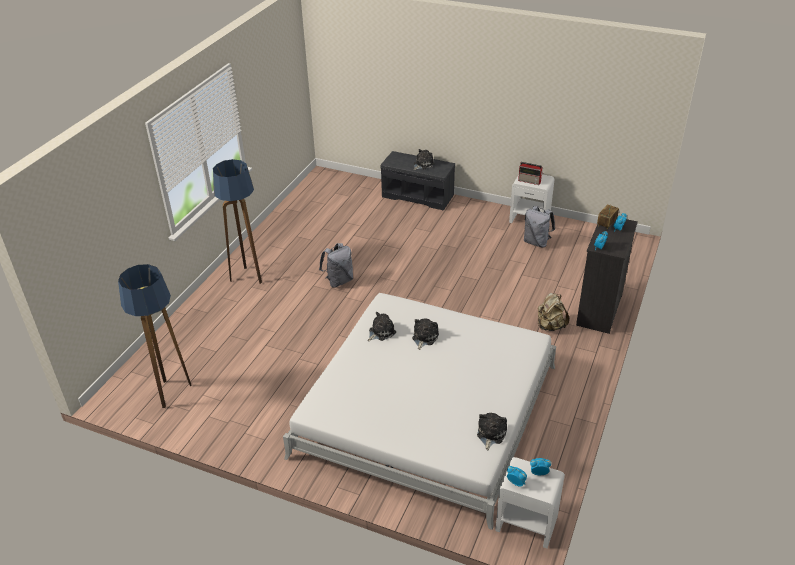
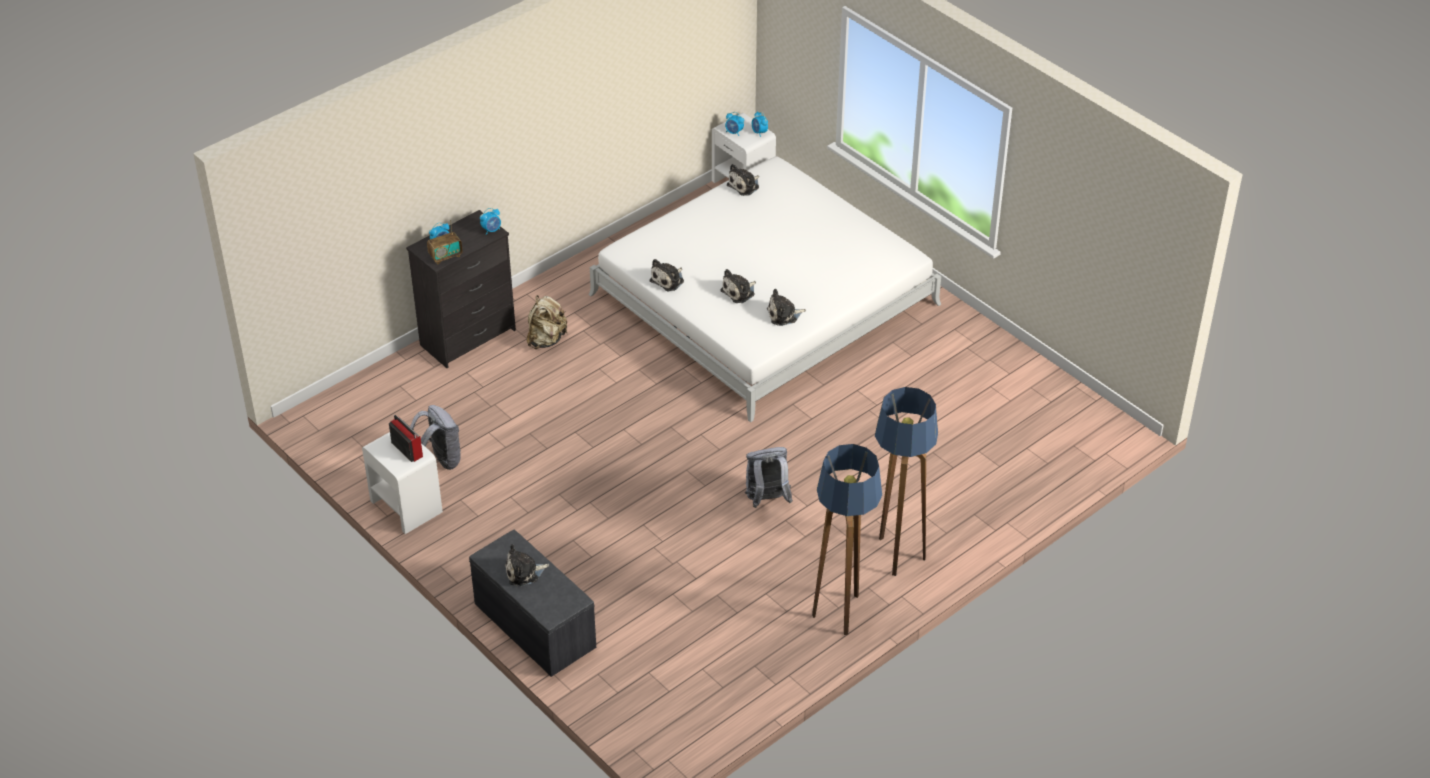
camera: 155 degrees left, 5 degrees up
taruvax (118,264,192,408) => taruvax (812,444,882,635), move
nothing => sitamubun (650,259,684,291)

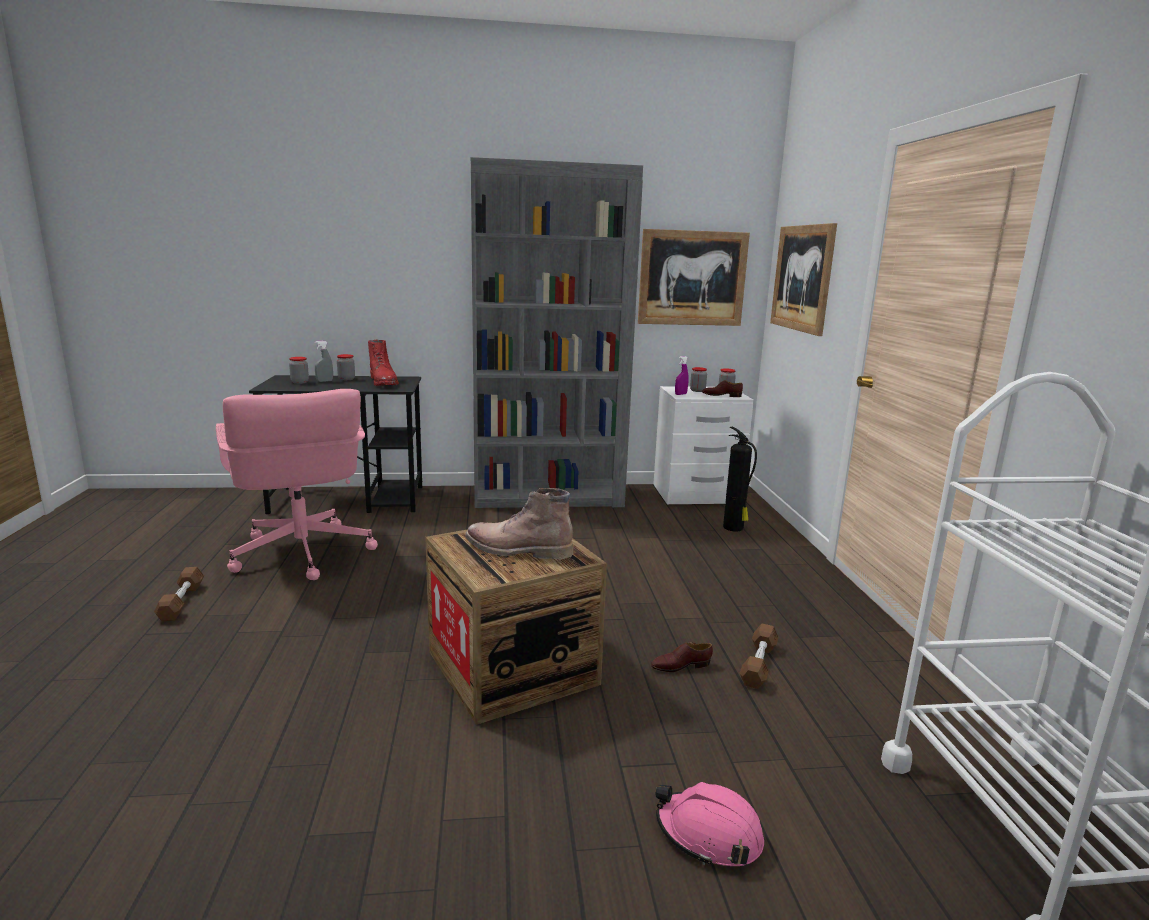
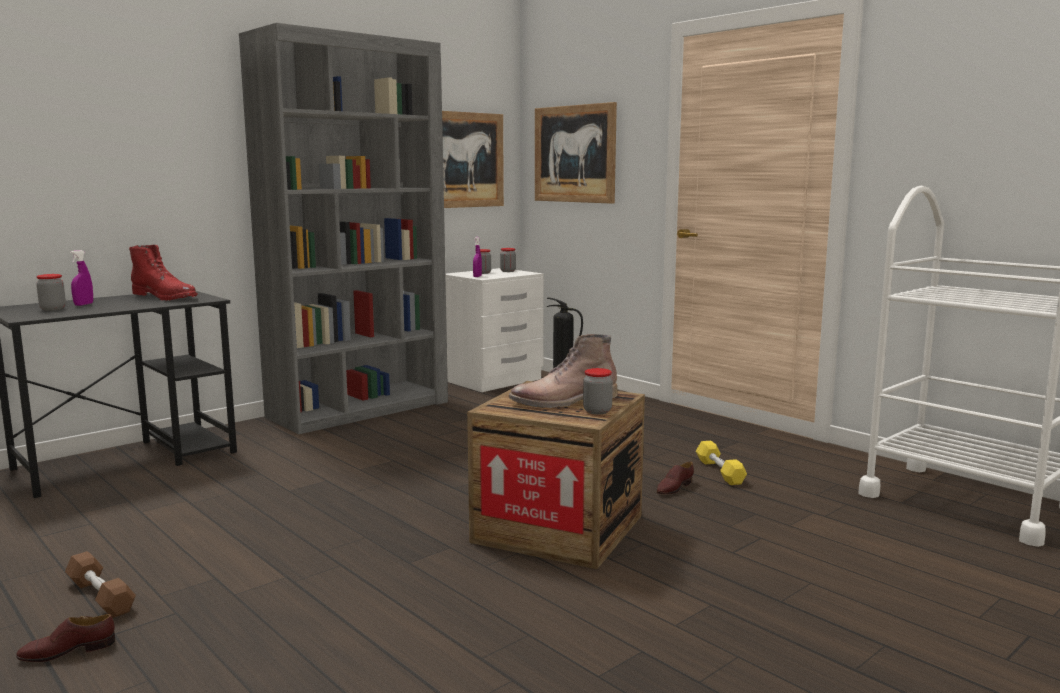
camera: 35 degrees left, 5 degrees down
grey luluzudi (315,341,333,382) => purple luluzudi (70,250,93,306)
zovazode (337,354,355,380) => zovazode (583,368,613,414), move
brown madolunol (702,380,743,397) => brown madolunol (16,614,115,662), move
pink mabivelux (216,389,378,580) => nothing
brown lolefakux (740,623,779,689) => yellow lolefakux (696,441,747,485)
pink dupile (655,782,764,866) => nothing

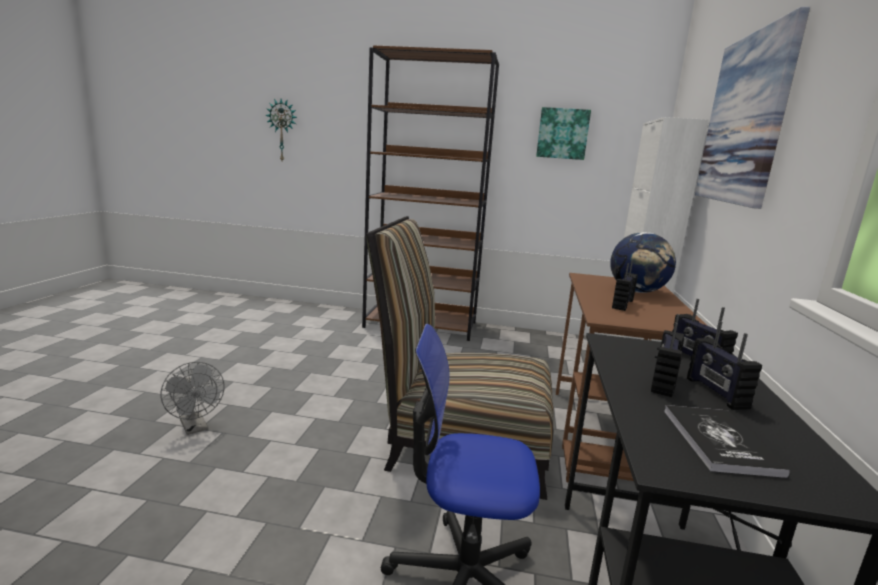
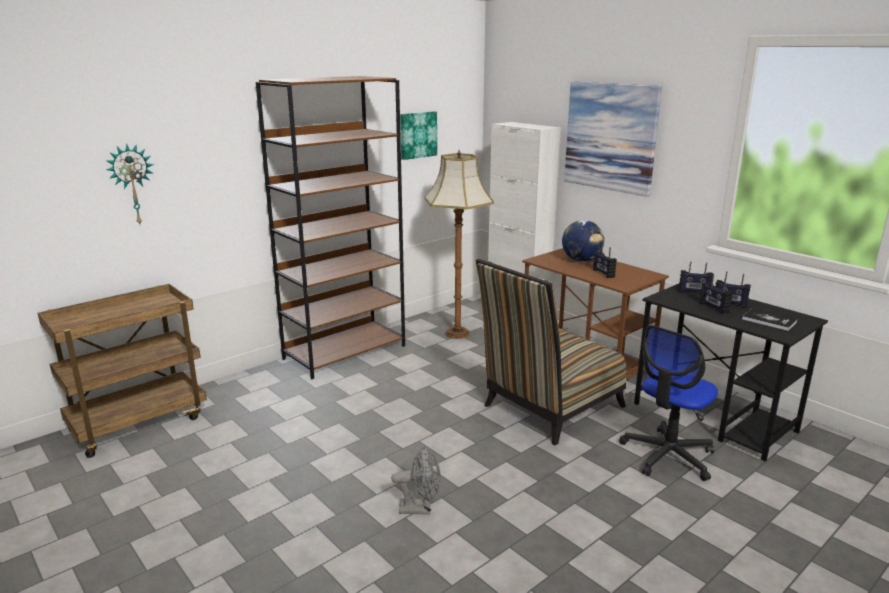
camera: 50 degrees left, 5 degrees up
nothing => taruvax (424,150,494,339)
nothing => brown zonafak (38,284,207,458)

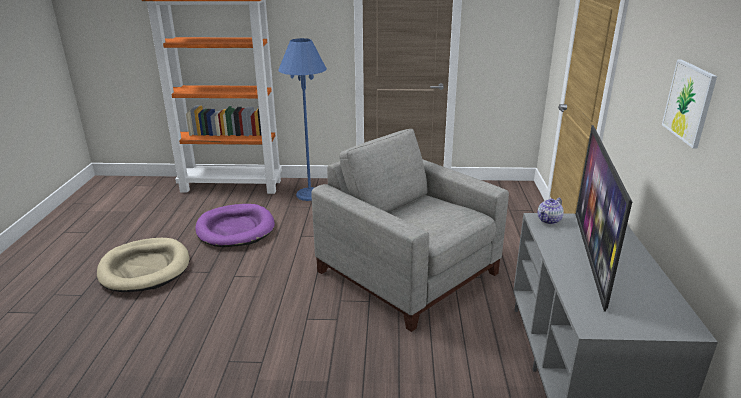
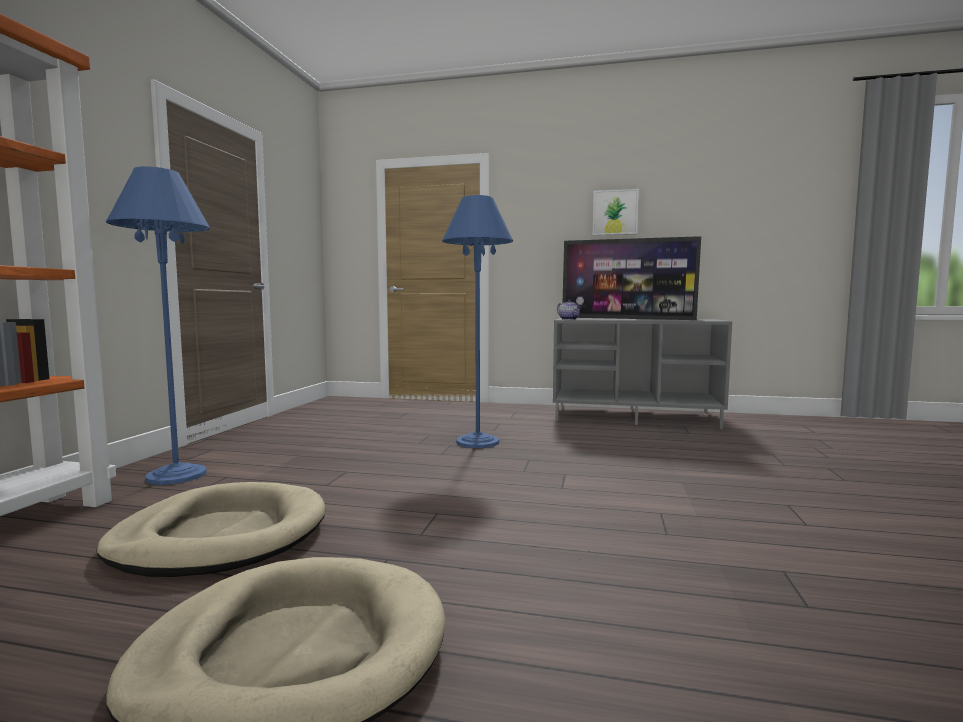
camera: 80 degrees left, 20 degrees down
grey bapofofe (311,129,509,332) => blue taruvax (442,195,513,448)
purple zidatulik (195,204,275,247) => beige zidatulik (96,482,325,577)

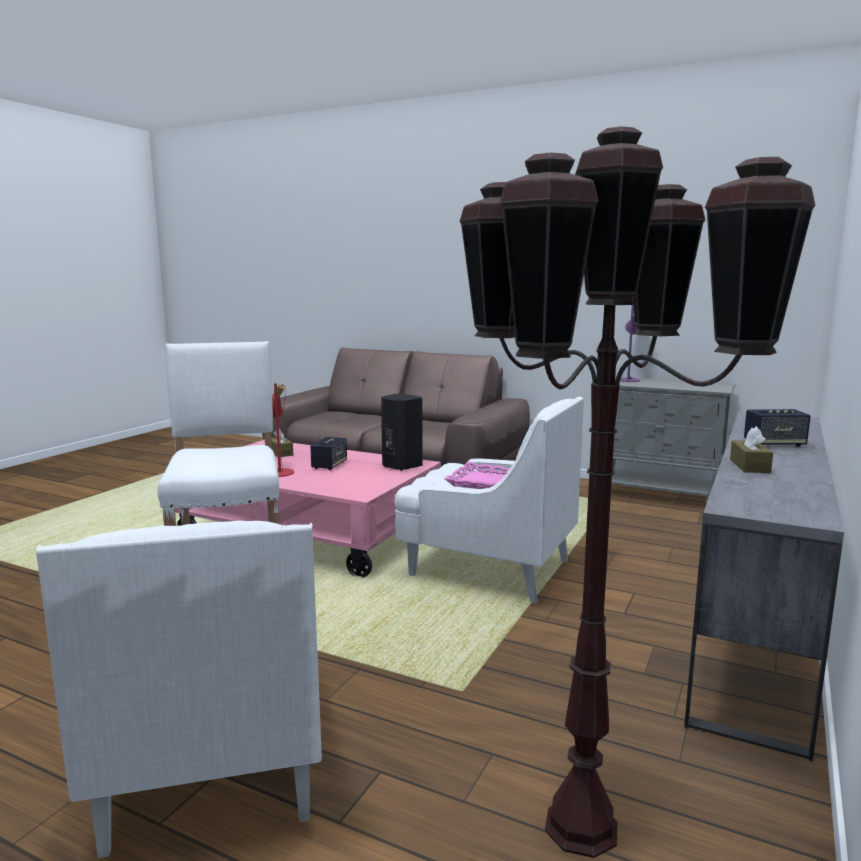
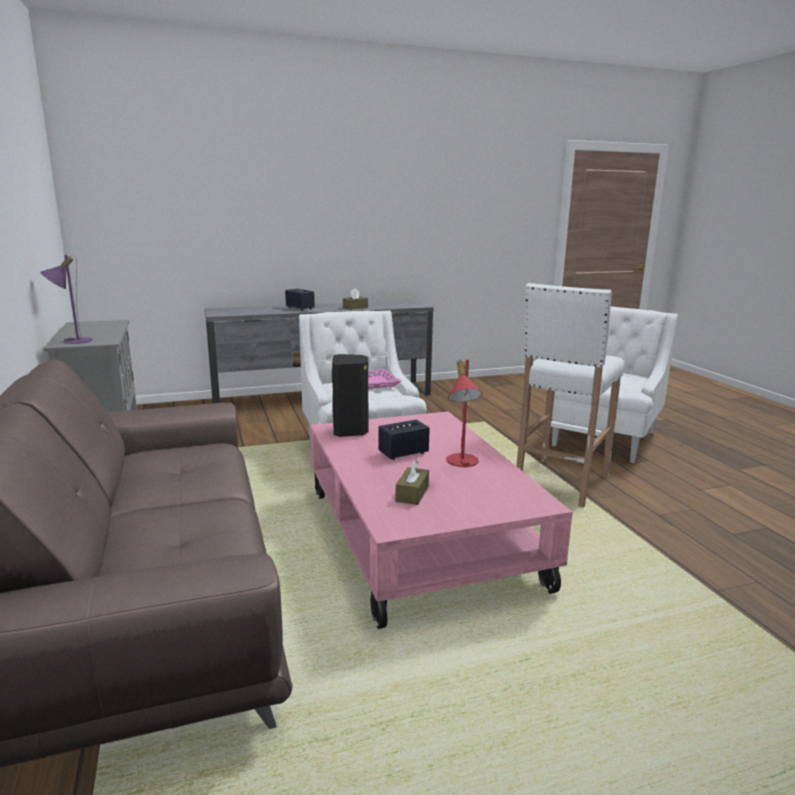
camera: 135 degrees left, 5 degrees up
brown taruvax (460,126,815,858) => nothing

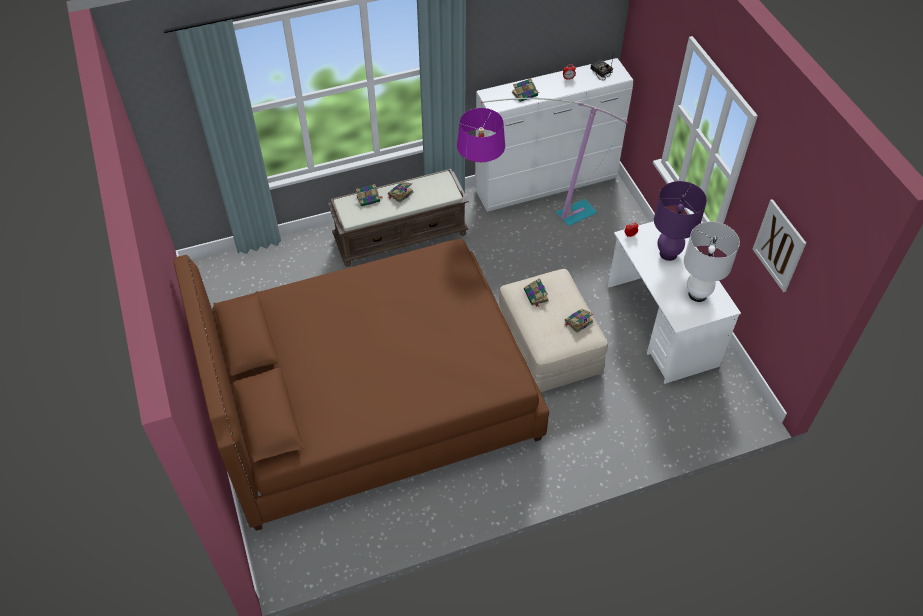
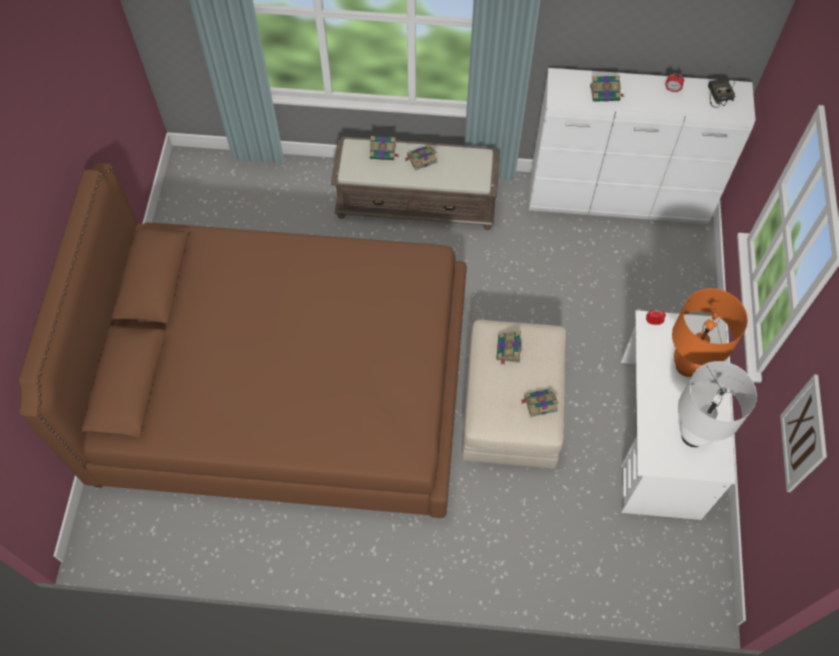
camera: 25 degrees right, 10 degrees up
taruvax (457,98,628,226) => nothing
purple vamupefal (654,181,707,261) => orange vamupefal (672,288,748,377)

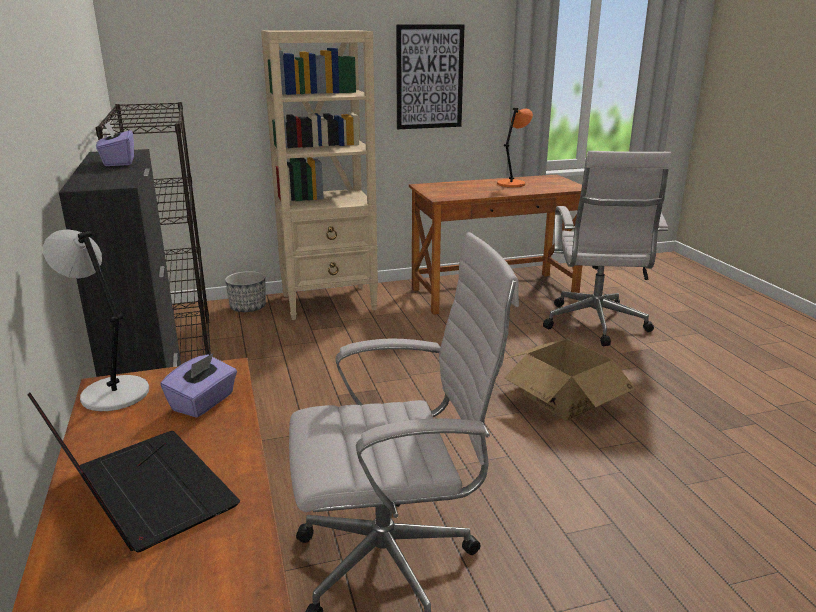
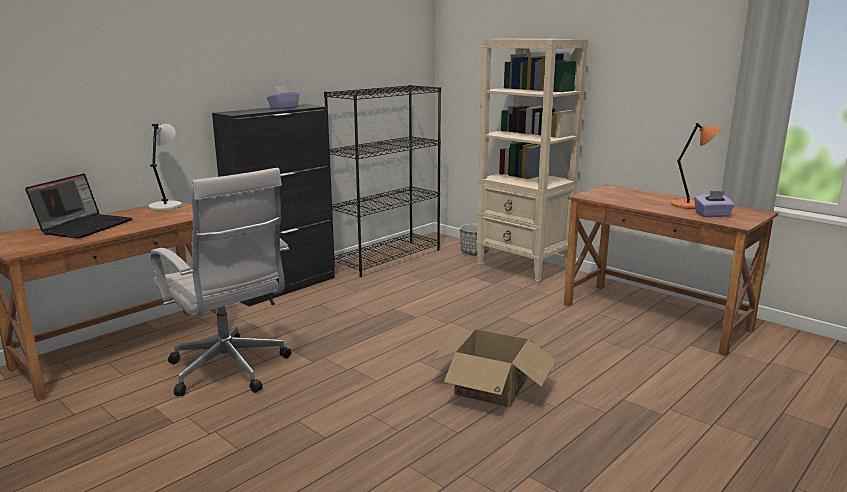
camera: 60 degrees right, 5 degrees down
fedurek (396,24,465,129) => nothing
white mabivelux (543,151,671,346) => nothing
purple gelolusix (160,353,237,418) => purple gelolusix (694,191,735,217), move

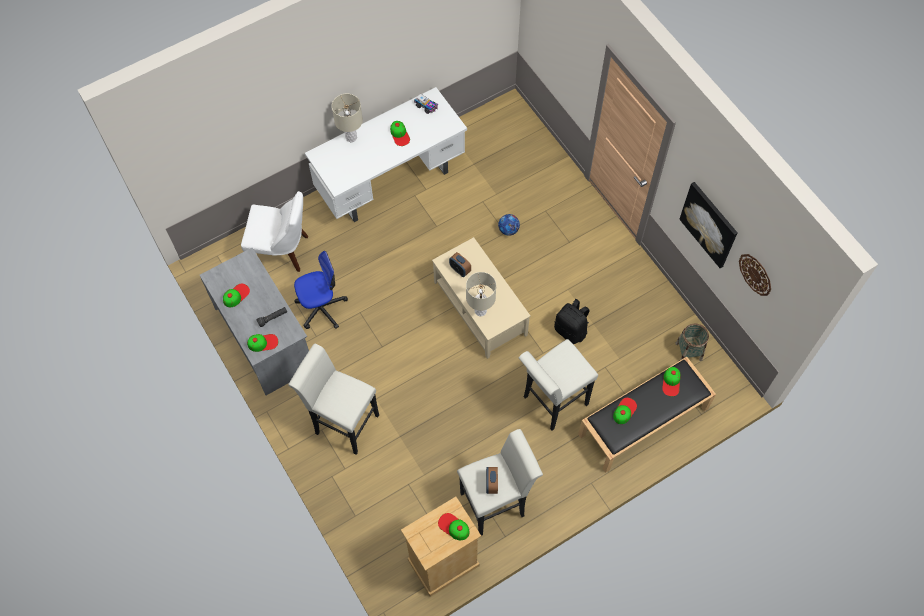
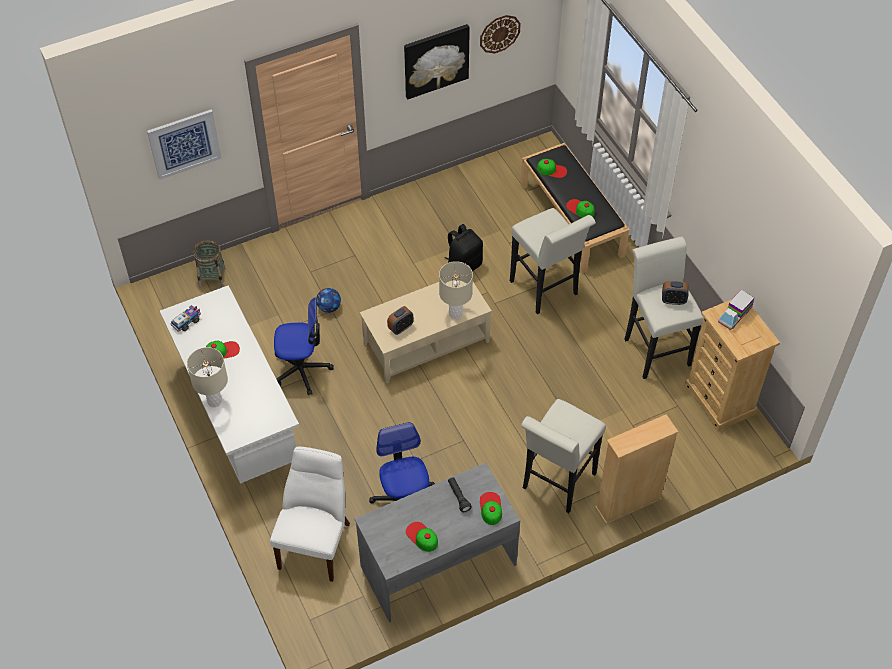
camera: 85 degrees left, 10 degrees down
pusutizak (675,324,709,361) => pusutizak (193,240,226,288), move
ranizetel (438,513,469,540) => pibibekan (718,290,754,330)
nothing => fedurek (147,109,222,180)
nothing => mabivelux (274,298,334,395)
nothing => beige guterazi (595,414,679,524)

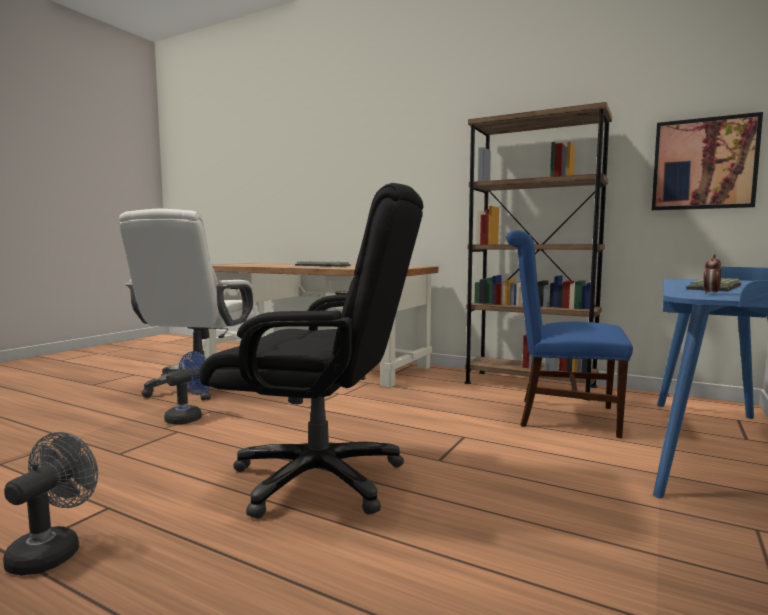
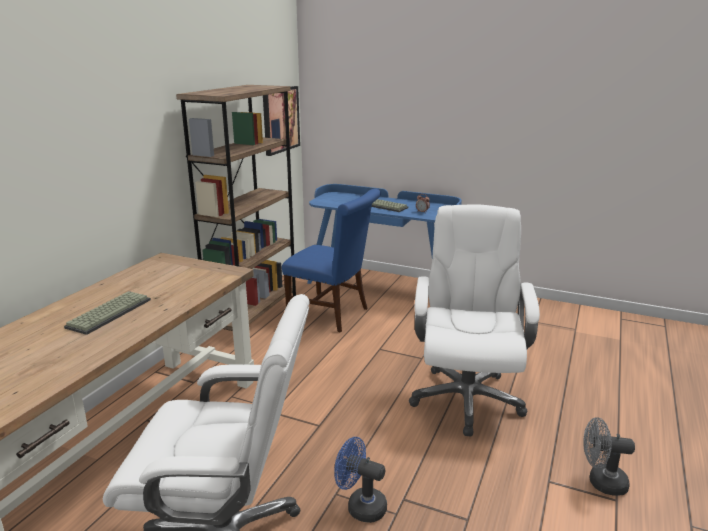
camera: 95 degrees left, 15 degrees up
black mabivelux (199,183,423,519) => white mabivelux (409,204,540,437)
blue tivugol (506,230,633,438) => blue tivugol (282,189,381,332), 75 degrees counterclockwise

